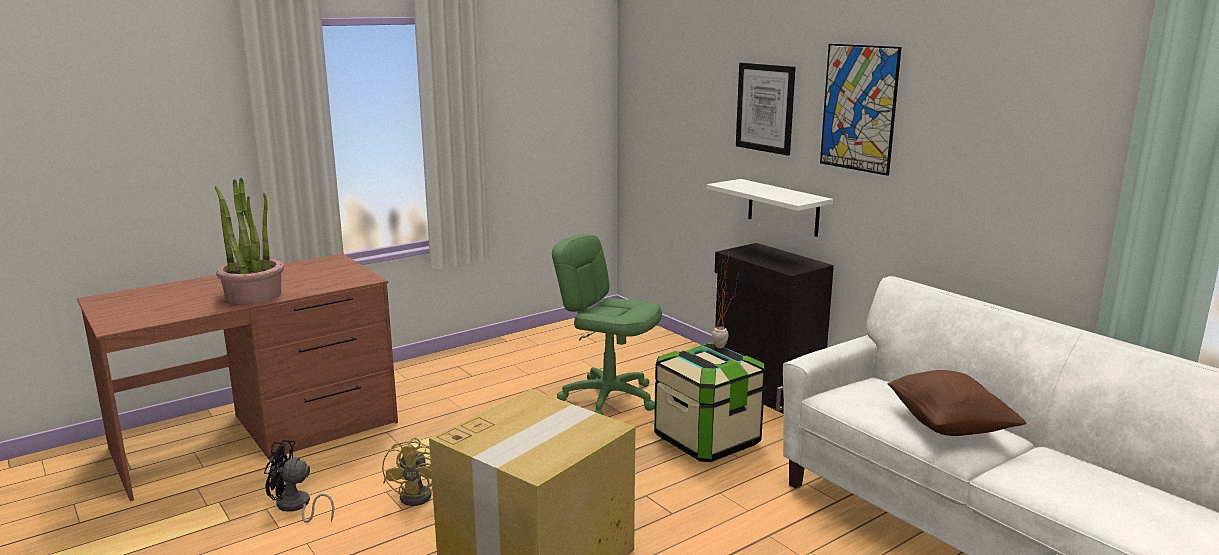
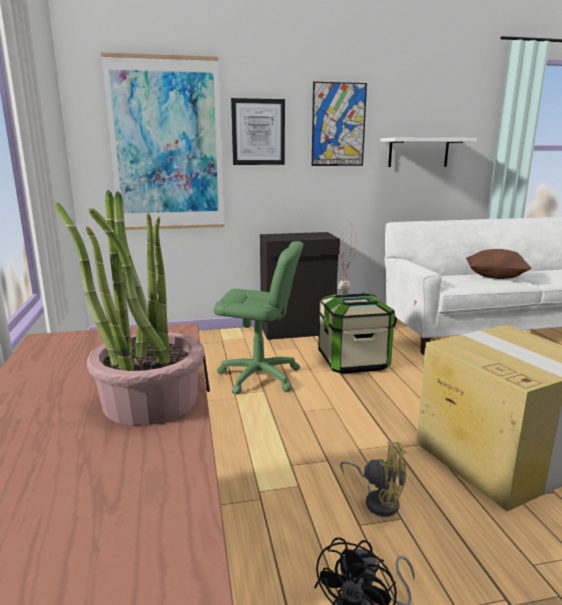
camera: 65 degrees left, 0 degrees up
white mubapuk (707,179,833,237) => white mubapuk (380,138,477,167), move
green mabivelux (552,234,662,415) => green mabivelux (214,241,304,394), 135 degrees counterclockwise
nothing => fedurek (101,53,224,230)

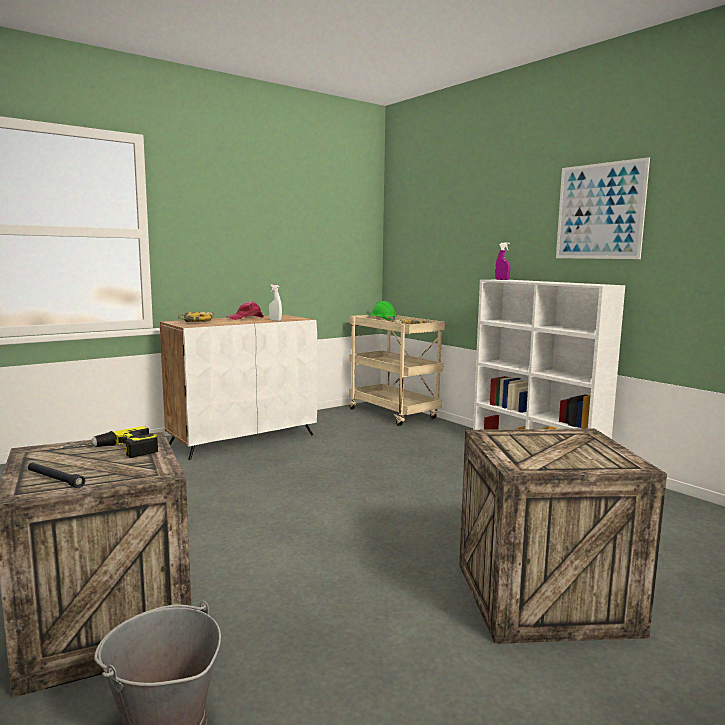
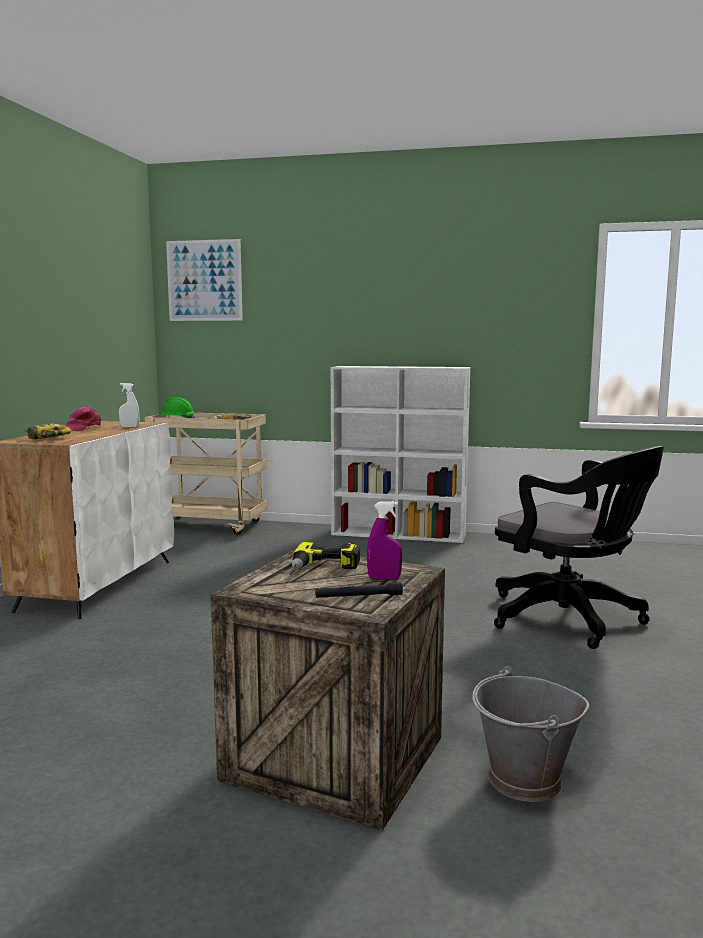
camera: 40 degrees left, 0 degrees up
fedurek (556,157,650,259) => fedurek (166,239,243,321), move
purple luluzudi (495,242,510,280) => purple luluzudi (367,501,402,580), move
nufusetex (459,429,667,644) => black mabivelux (494,446,664,649)

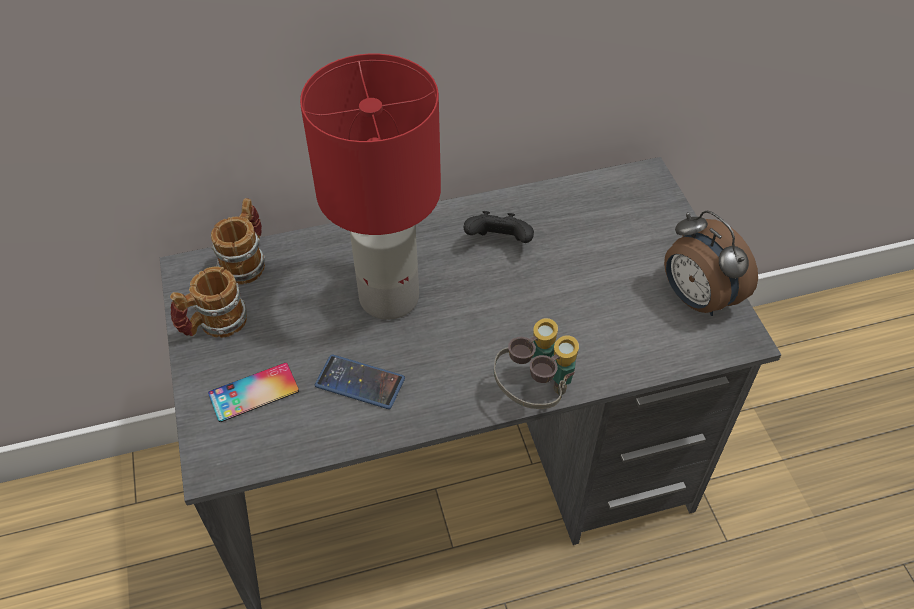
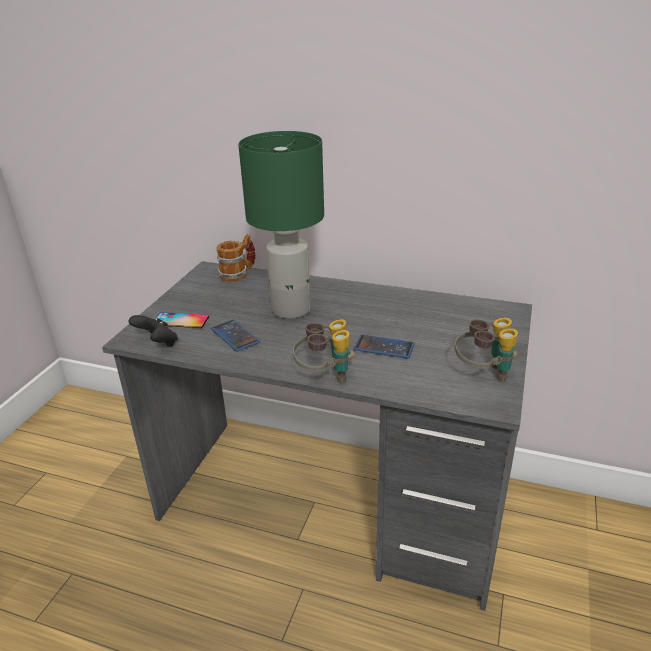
camera: 35 degrees right, 20 degrees down
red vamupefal (300,54,441,320) => green vamupefal (238,131,324,319)
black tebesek (464,211,534,243) => black tebesek (129,315,178,347), move
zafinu (664,211,758,316) => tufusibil (455,318,518,383)
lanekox (170,266,247,338) => nothing
nothing => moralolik (354,334,415,359)

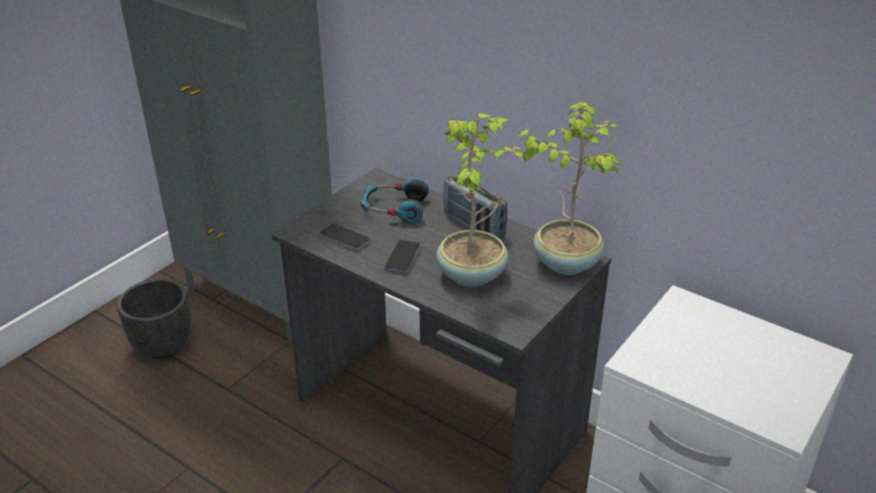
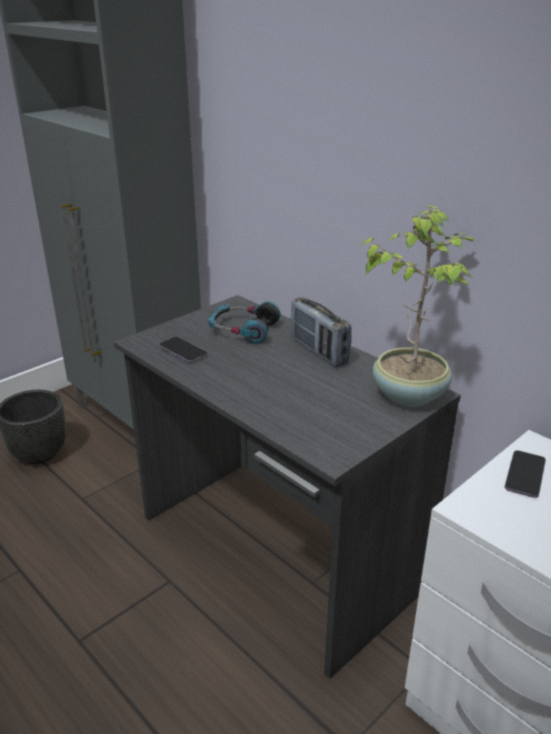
camera: 10 degrees right, 5 degrees down
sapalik (436,113,525,287) => nothing
moralolik (384,240,421,273) => moralolik (505,450,546,498), move

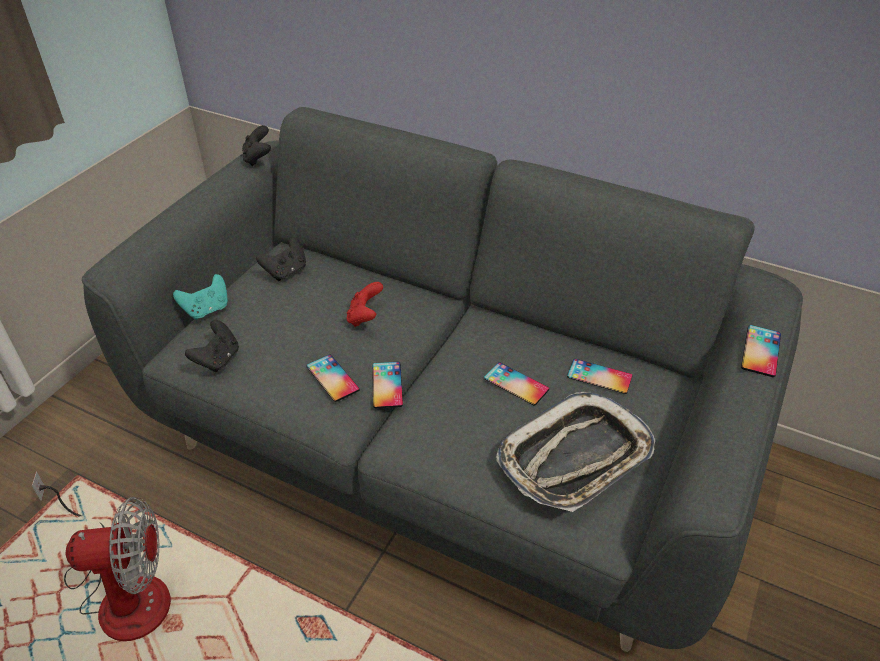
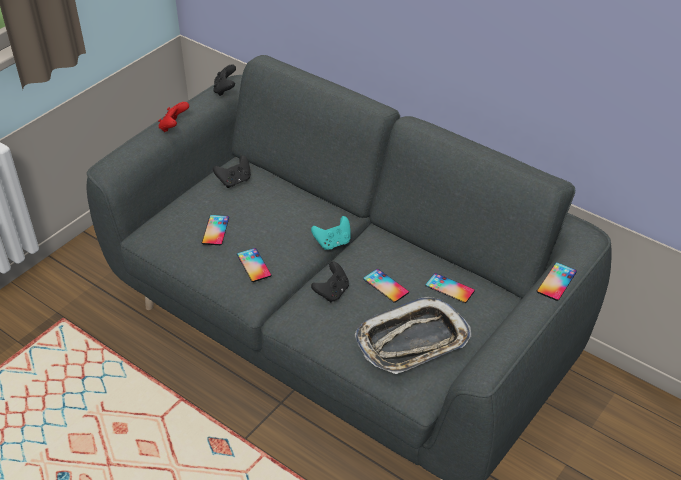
camera: 10 degrees right, 0 degrees up
turquoise tebesek (173,274,228,320) => turquoise tebesek (311,216,351,250), move
red tebesek (347,282,383,327) => red tebesek (158,102,189,132), move
black tebesek (185,320,239,372) => black tebesek (311,262,349,302), move
moralolik (372,362,403,408) => moralolik (202,215,229,245), move
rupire (32,472,171,641) => nothing

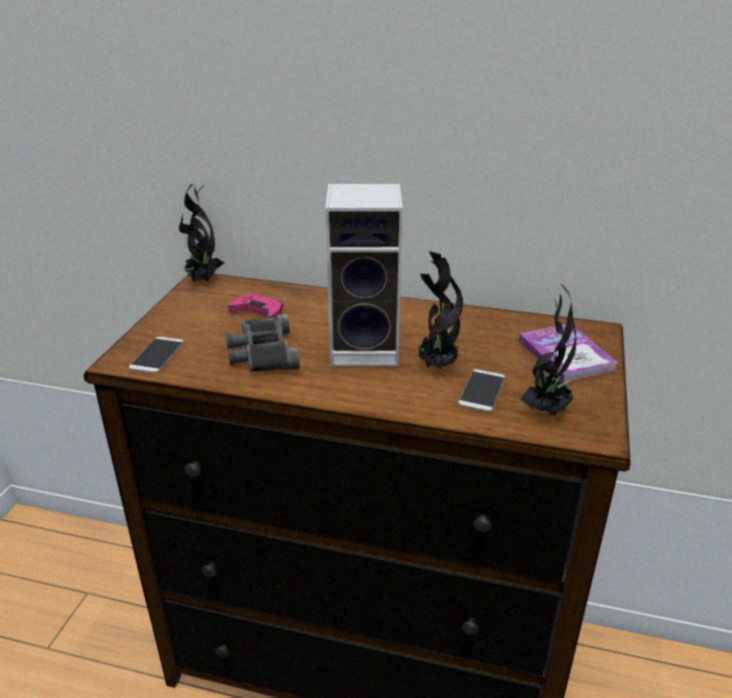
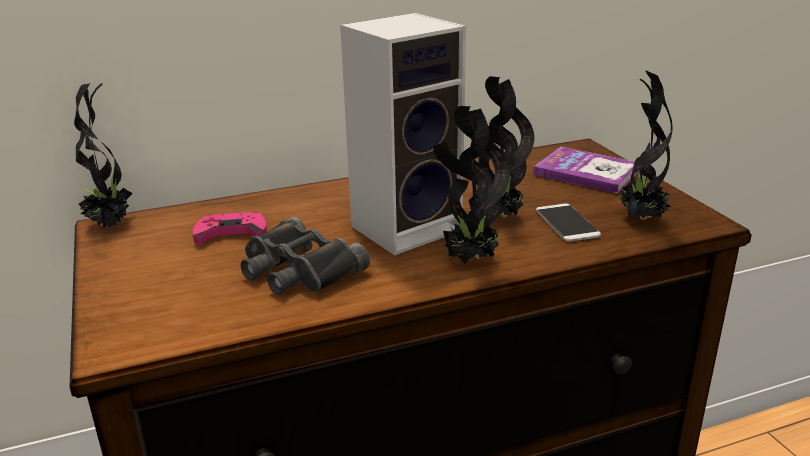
camera: 35 degrees left, 5 degrees down
moralolik (129,337,184,373) => nothing
nothing => sapalik (433,106,510,264)

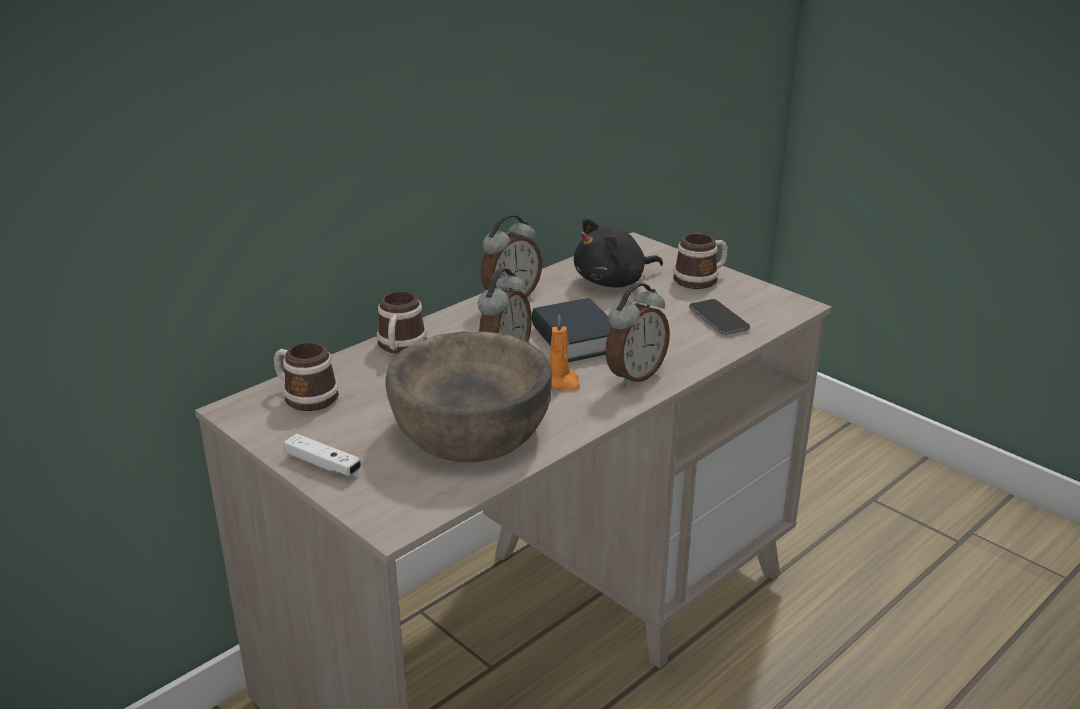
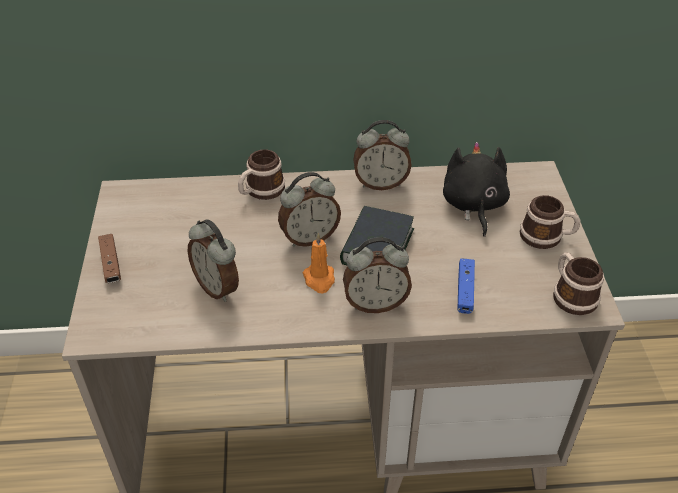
camera: 40 degrees right, 15 degrees up
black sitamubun (574,218,663,288) => black sitamubun (443,142,510,237), 75 degrees clockwise
moralolik (689,299,750,335) => nothing
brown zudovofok (386,331,552,462) => zafinu (187,219,239,302)
lanekox (274,342,339,411) => lanekox (553,252,604,315), move
white tebesek (284,433,362,476) => brown tebesek (98,234,121,283)
nothing => blue tebesek (457,258,475,314)

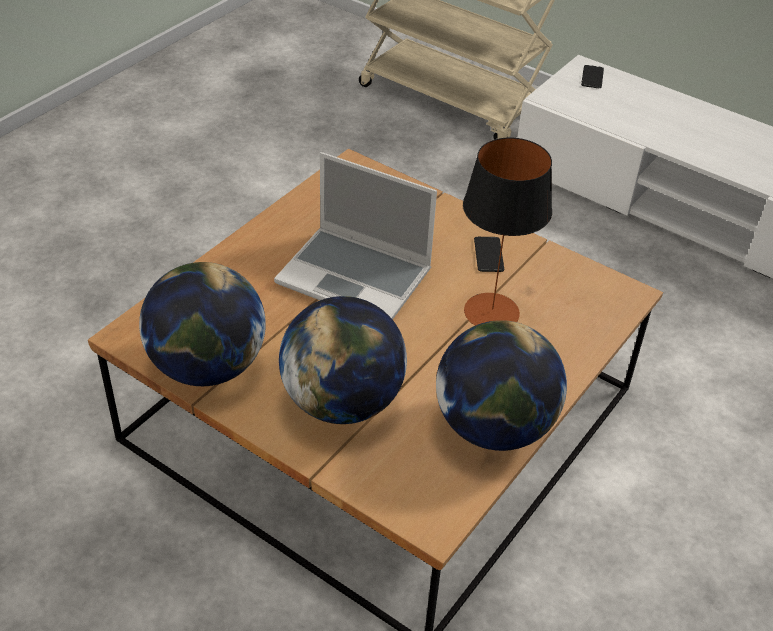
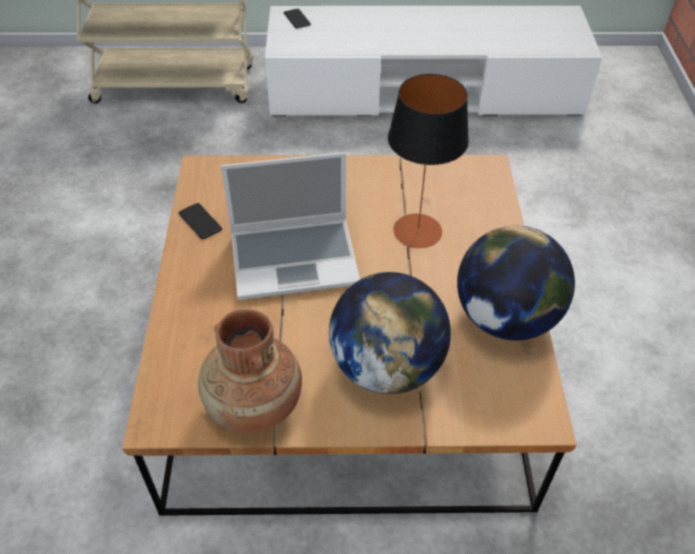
camera: 35 degrees left, 5 degrees up
moralolik (474,237,504,272) => moralolik (179,203,222,239), move
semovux (139,262,266,386) => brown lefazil (198,309,302,433)

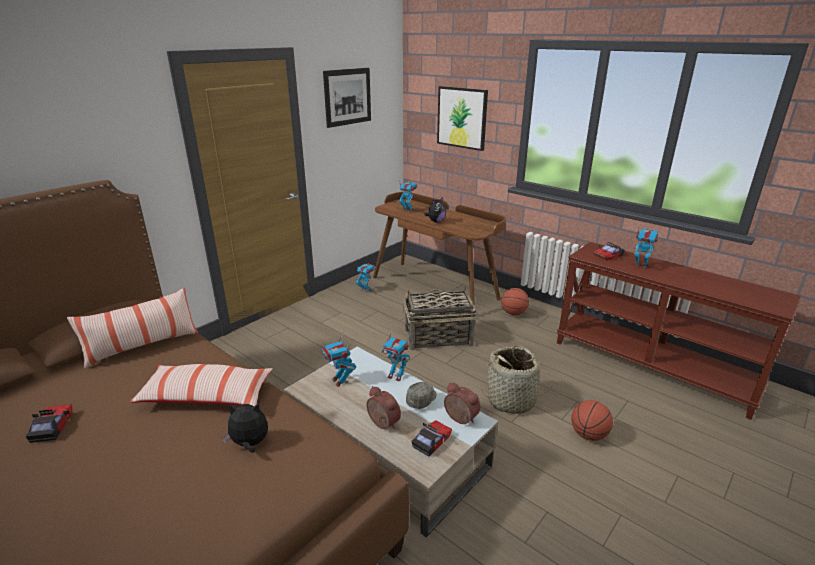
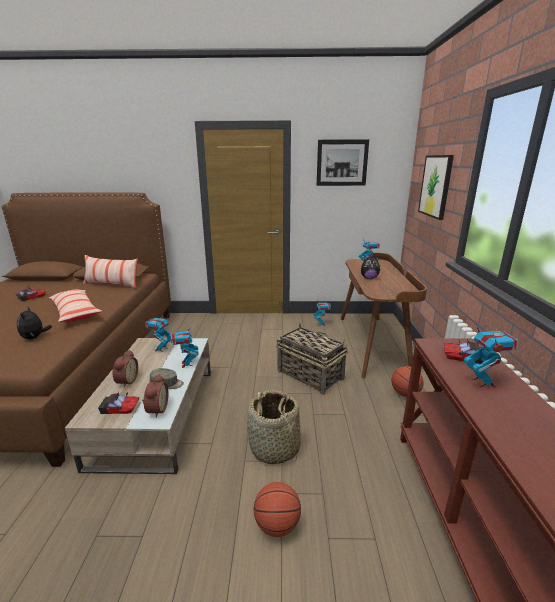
camera: 50 degrees right, 5 degrees down
sitamubun (222,403,268,453) => sitamubun (17,307,52,339), 150 degrees counterclockwise

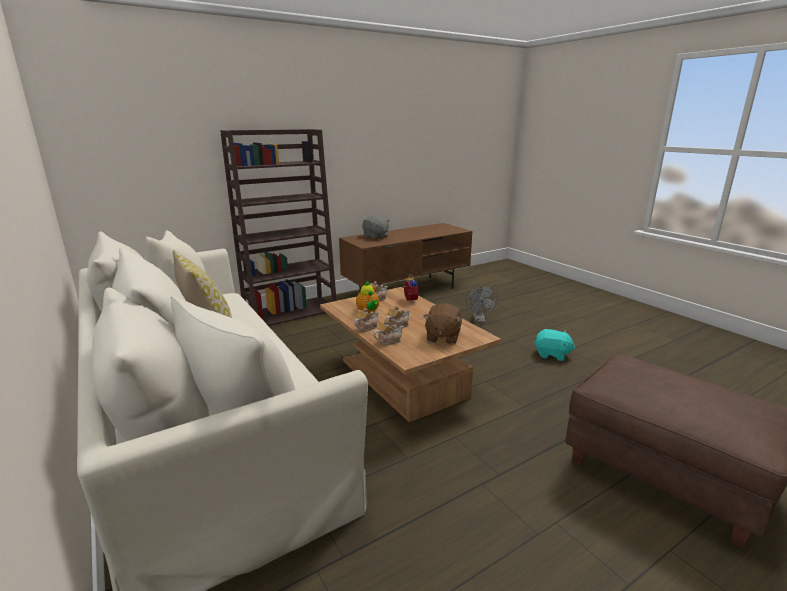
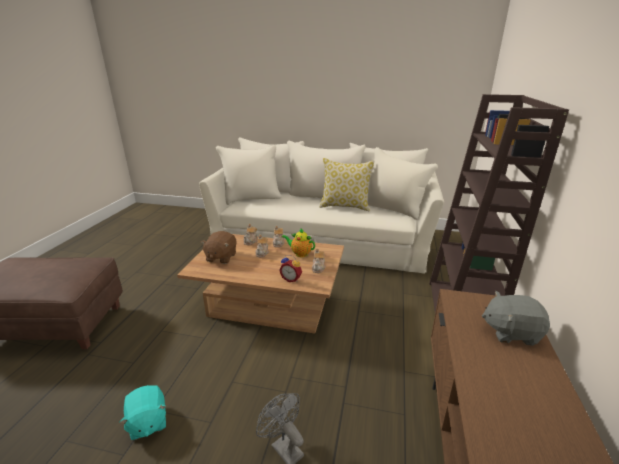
camera: 135 degrees right, 5 degrees up
brown sitamubun (423,303,462,344) => brown sitamubun (201,231,237,264), 135 degrees counterclockwise
turquoise sitamubun (534,329,576,361) => turquoise sitamubun (119,385,166,440), 90 degrees counterclockwise

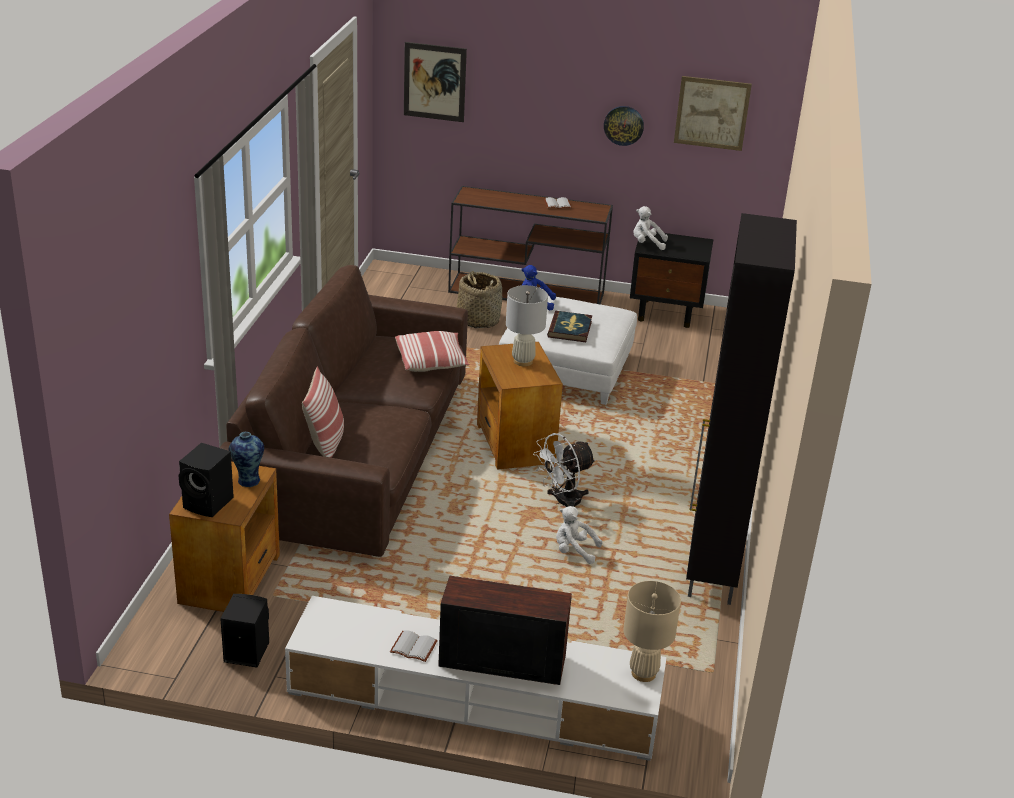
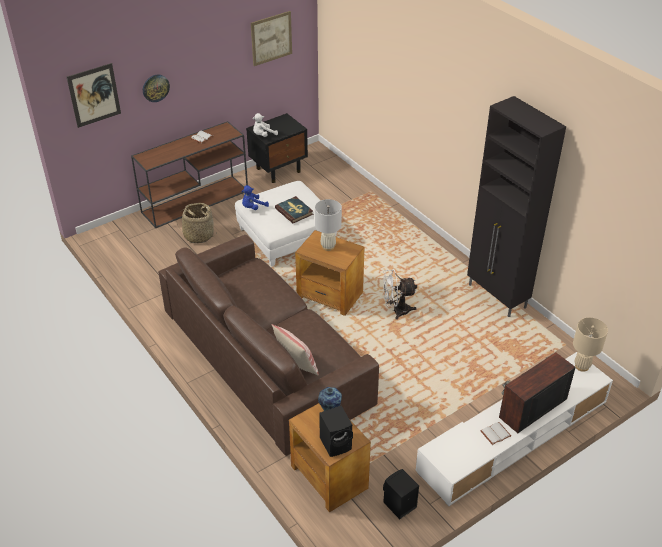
camera: 45 degrees left, 10 degrees up
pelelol (604,106,644,146) => pelelol (143,75,170,102), move
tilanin (395,331,470,372) => nothing
white rupire (533,433,596,507) => white rupire (383,269,417,320), 75 degrees clockwise
white sitamubun (556,506,602,564) => nothing

